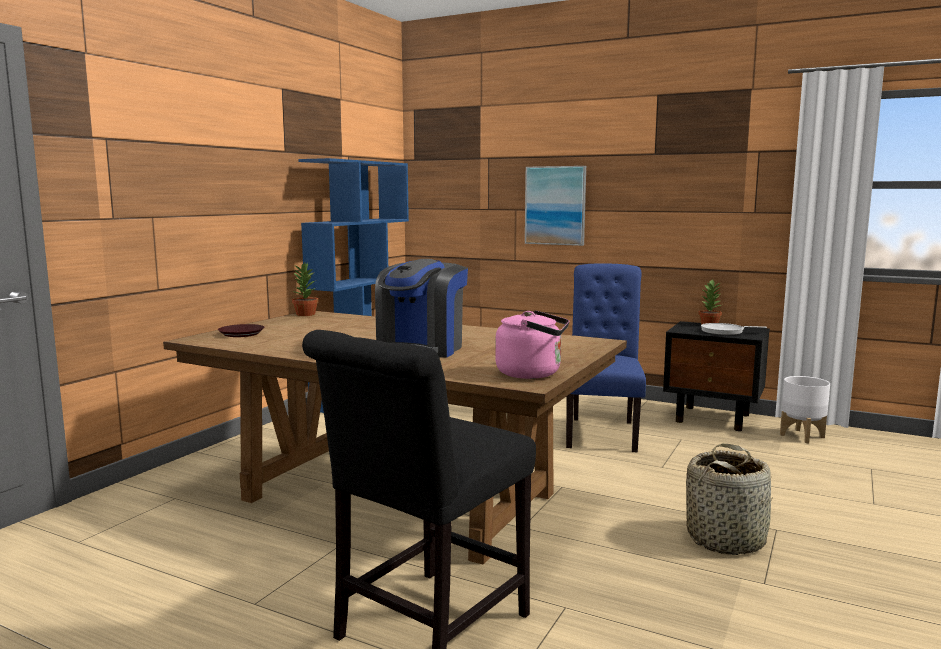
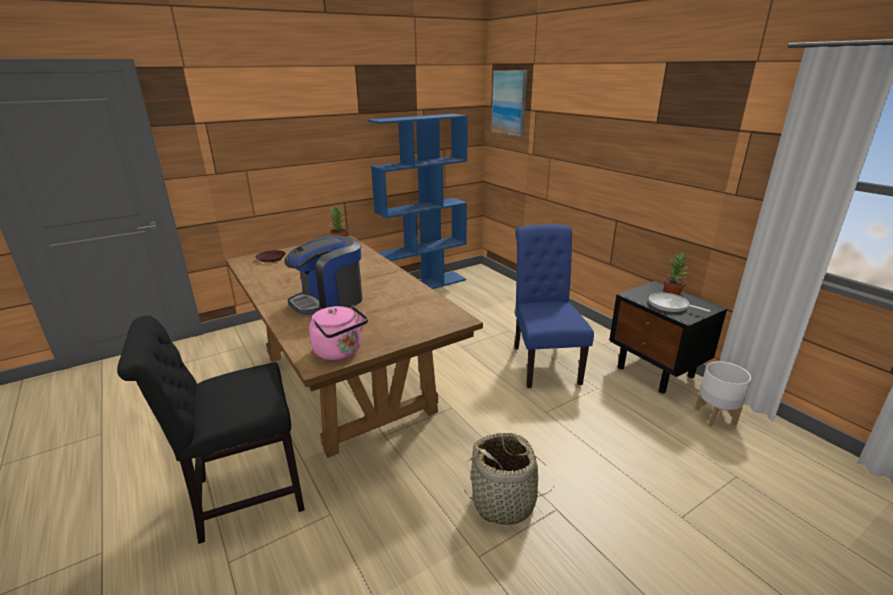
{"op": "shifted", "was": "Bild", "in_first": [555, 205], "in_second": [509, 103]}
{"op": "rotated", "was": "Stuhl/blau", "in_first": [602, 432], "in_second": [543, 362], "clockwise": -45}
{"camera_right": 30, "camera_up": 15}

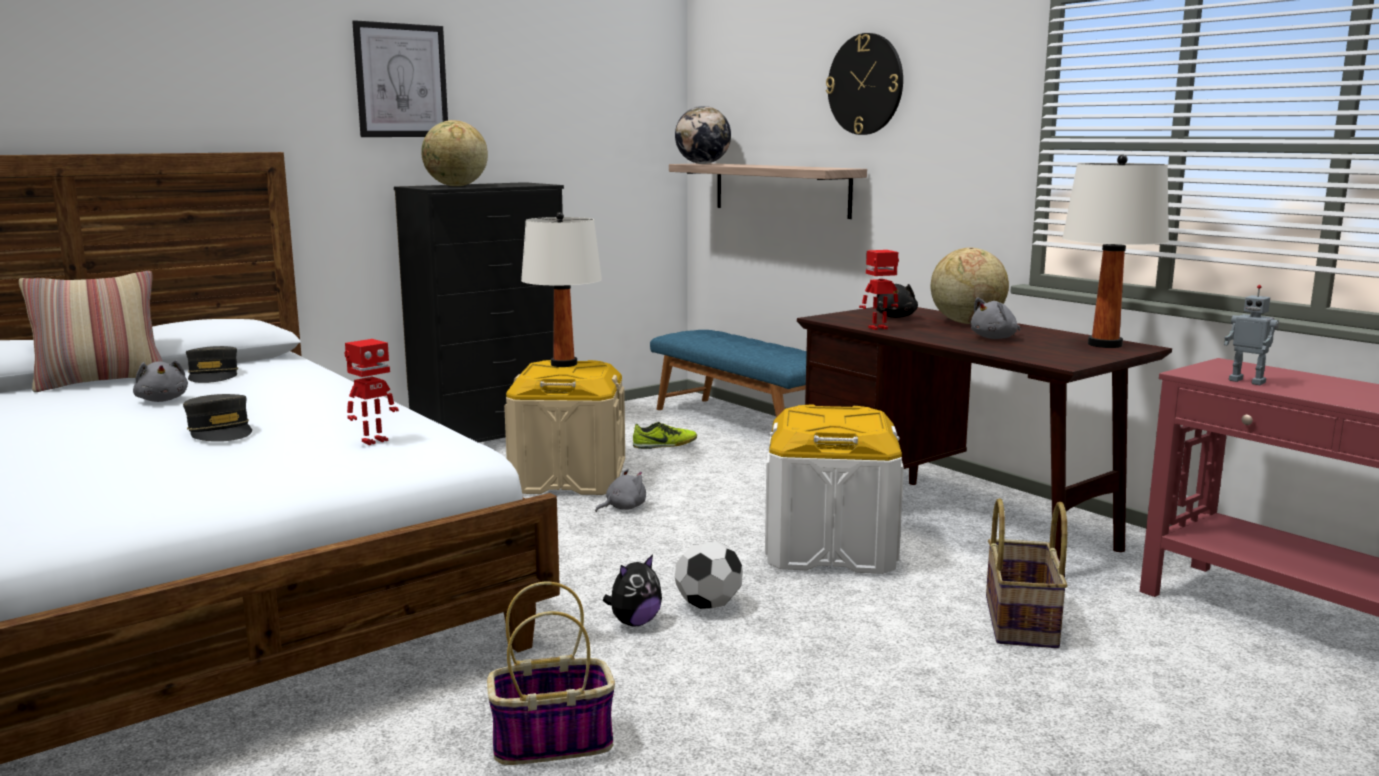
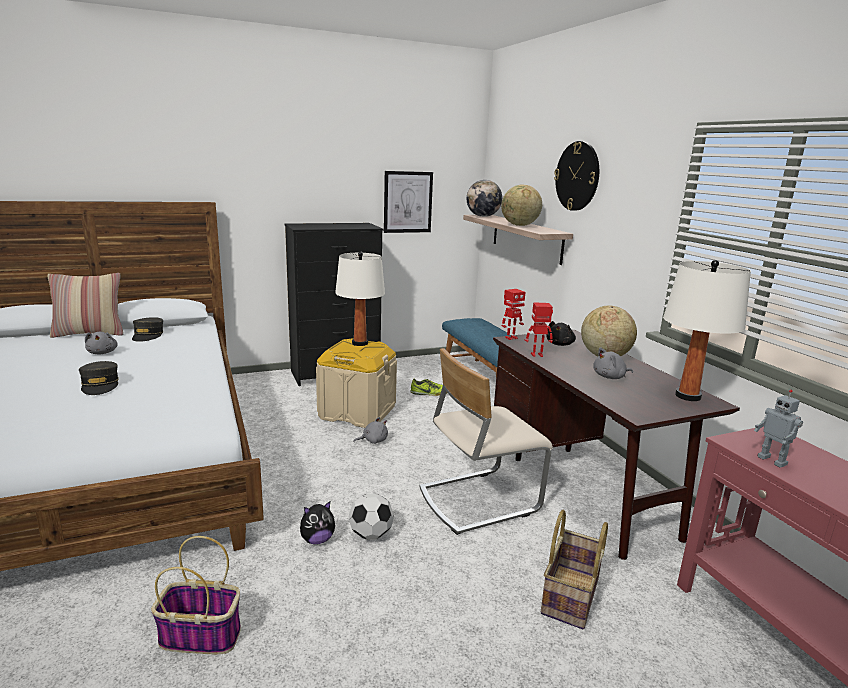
{"op": "shifted", "was": "Spielzeugroboter", "in_first": [373, 441], "in_second": [510, 338]}
{"op": "shifted", "was": "Bild", "in_first": [401, 81], "in_second": [407, 202]}
{"op": "shifted", "was": "Globus", "in_first": [456, 186], "in_second": [519, 225]}
{"op": "swapped", "was": "Aufbewahrungsbox/weiß", "now": "Stuhl/beige", "in_first": [829, 549], "in_second": [478, 499]}
{"camera_right": 15, "camera_up": 5}

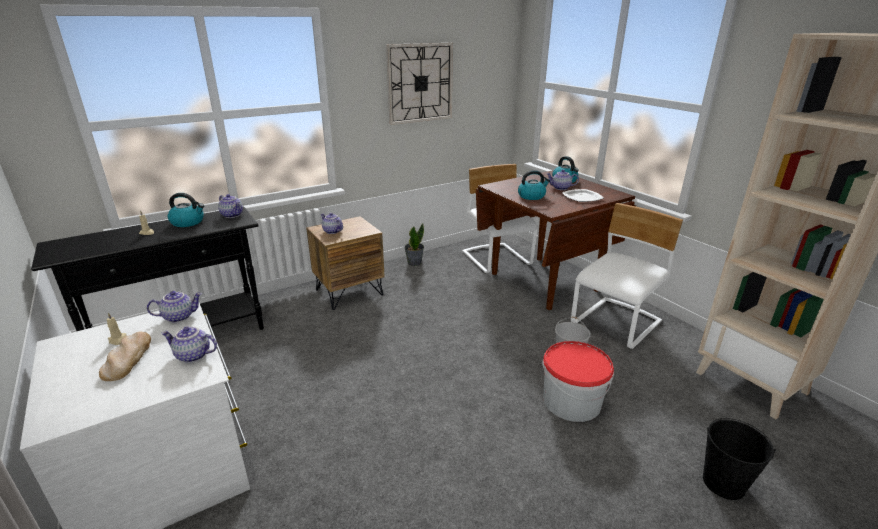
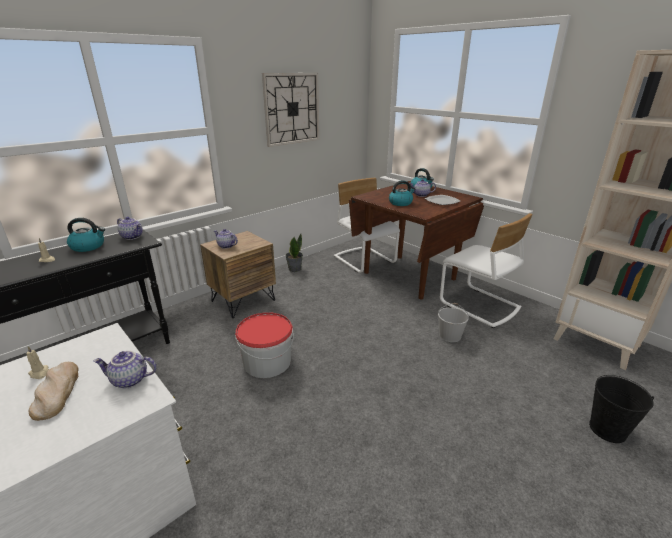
{"op": "gone", "was": "Teekanne", "in_first": [179, 316]}
{"op": "shifted", "was": "Eimer", "in_first": [571, 401], "in_second": [267, 361]}
{"op": "rotated", "was": "Stuhl/weiß", "in_first": [616, 324], "in_second": [479, 305], "clockwise": 105}
{"camera_right": -10, "camera_up": 0}

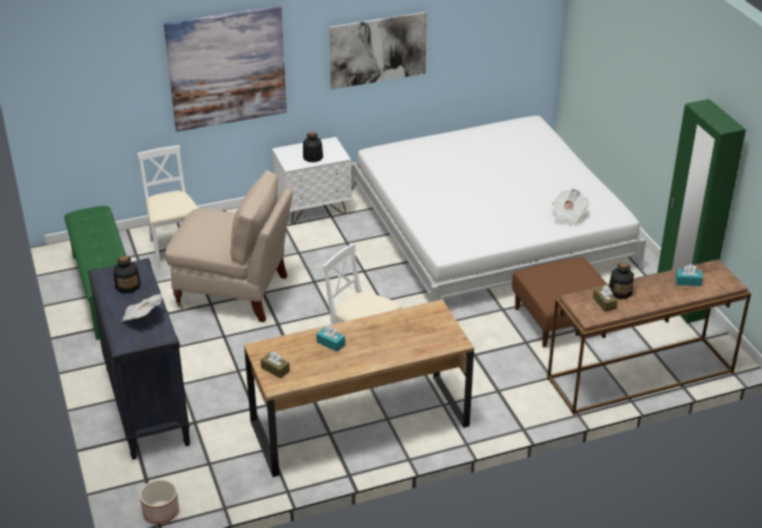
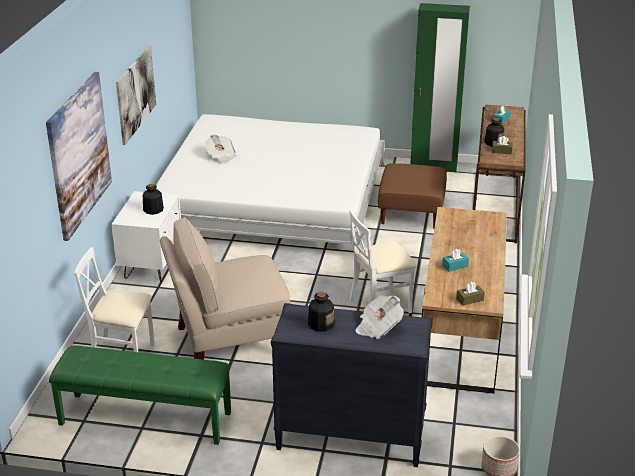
{"op": "rotated", "was": "Stuhl/beige", "in_first": [234, 292], "in_second": [228, 342], "clockwise": -150}
{"op": "shifted", "was": "Zeitung", "in_first": [567, 216], "in_second": [221, 156]}
{"camera_right": -60, "camera_up": -5}

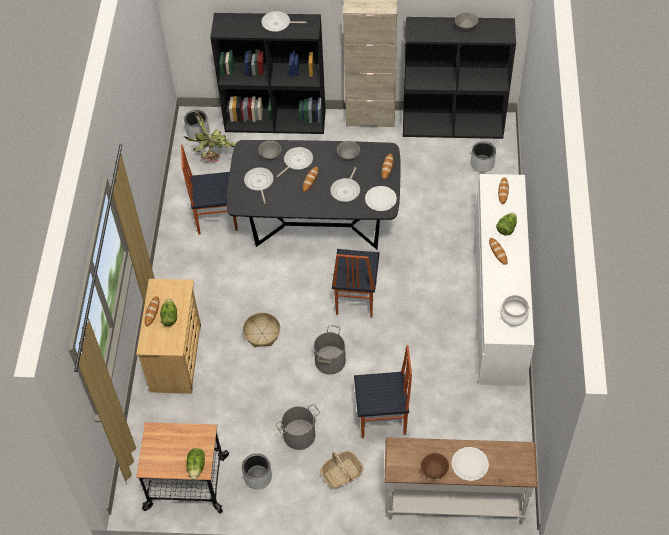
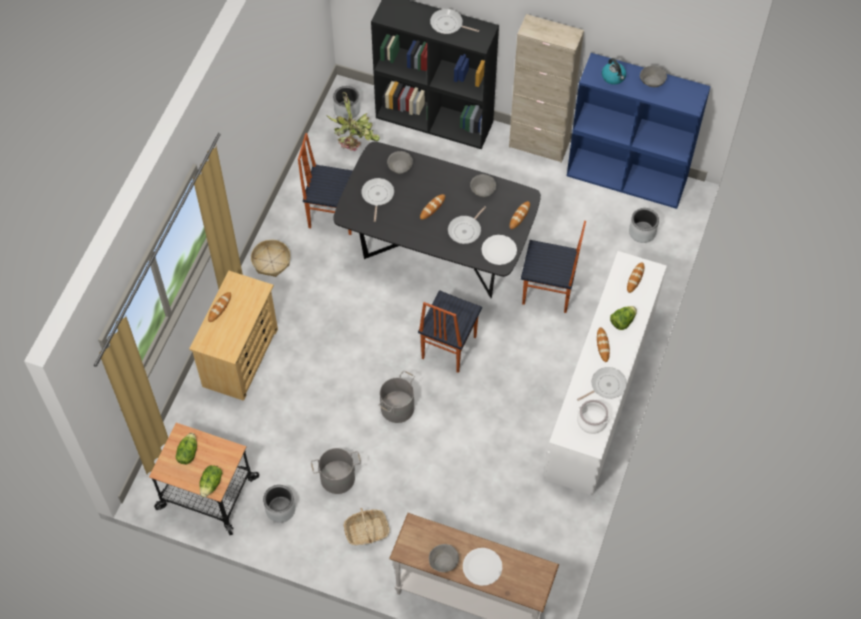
{"op": "shifted", "was": "Salatkopf", "in_first": [169, 317], "in_second": [187, 453]}
{"op": "shifted", "was": "Korb", "in_first": [262, 333], "in_second": [271, 262]}
{"op": "shifted", "was": "Pfanne", "in_first": [296, 161], "in_second": [606, 385]}
{"op": "shifted", "was": "Stuhl", "in_first": [382, 420], "in_second": [548, 293]}
{"op": "repainted", "was": "Bücherregal/schwarz", "now": "Bücherregal/blau", "in_first": [453, 125], "in_second": [627, 177]}
{"op": "repainted", "was": "Schüssel/braun", "now": "Schüssel/grau", "in_first": [434, 470], "in_second": [443, 562]}
{"op": "new", "now": "Wasserkessel", "in_second": [613, 77]}
{"camera_right": 15, "camera_up": 5}

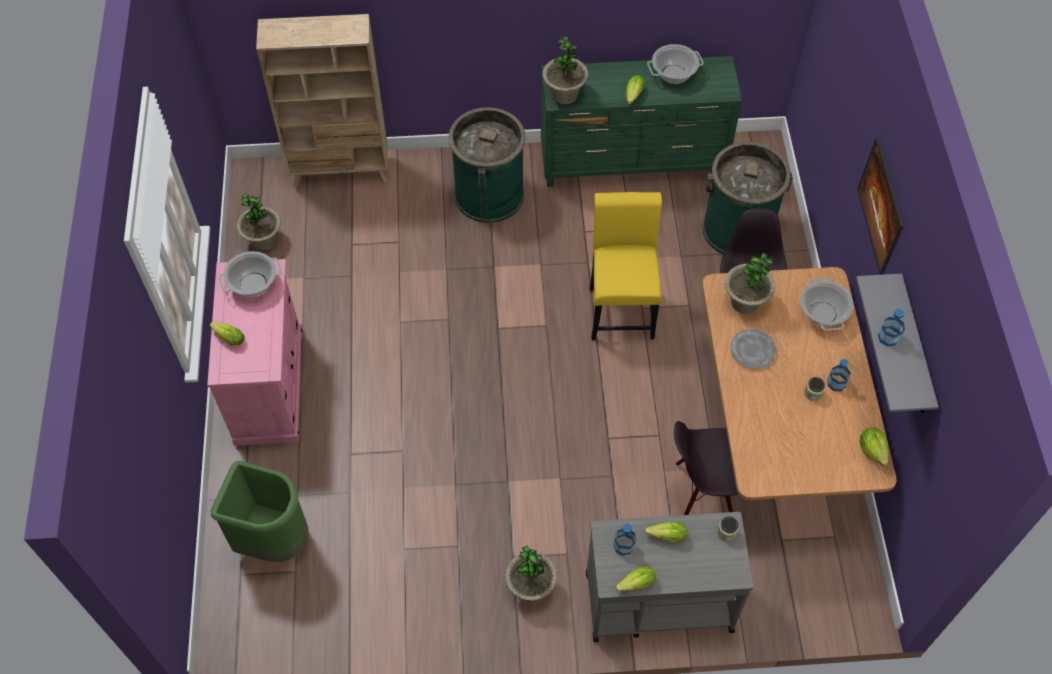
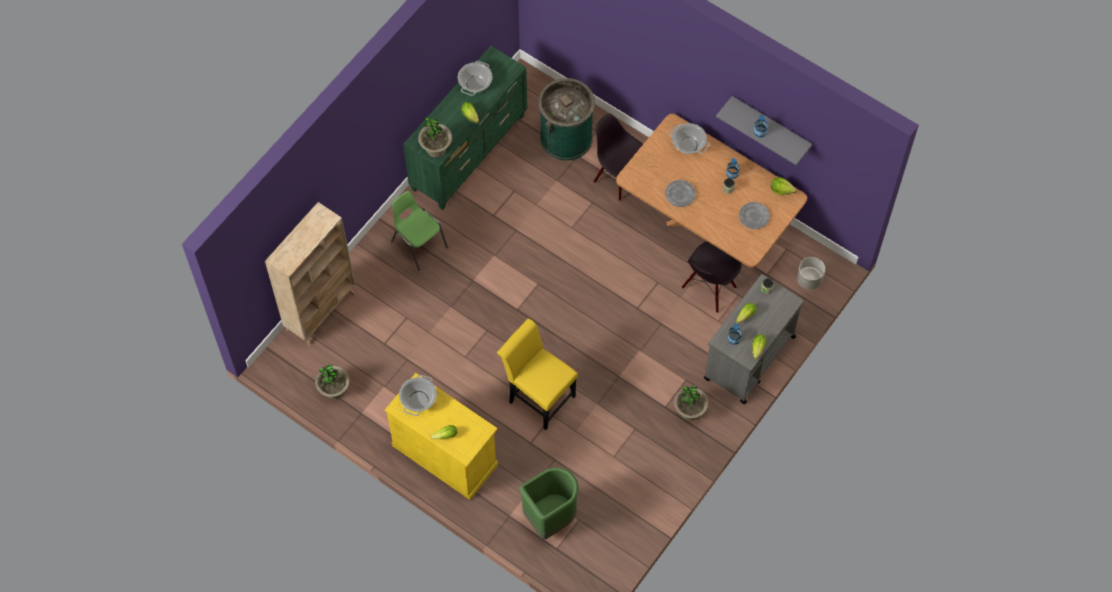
{"op": "repainted", "was": "Schrank/rosa", "now": "Schrank/gelb", "in_first": [270, 385], "in_second": [445, 455]}
{"op": "swapped", "was": "Mülleimer/grün", "now": "Stuhl/grün", "in_first": [489, 195], "in_second": [418, 244]}
{"op": "shifted", "was": "Stuhl/gelb", "in_first": [620, 307], "in_second": [538, 396]}
{"op": "gone", "was": "Topfpflanze", "in_first": [745, 302]}
{"op": "gone", "was": "Bild", "in_first": [876, 219]}
{"op": "new", "now": "Teller/grau", "in_second": [754, 217]}
{"op": "new", "now": "Pflanzkübel/grau", "in_second": [809, 279]}
{"camera_right": -50, "camera_up": 5}

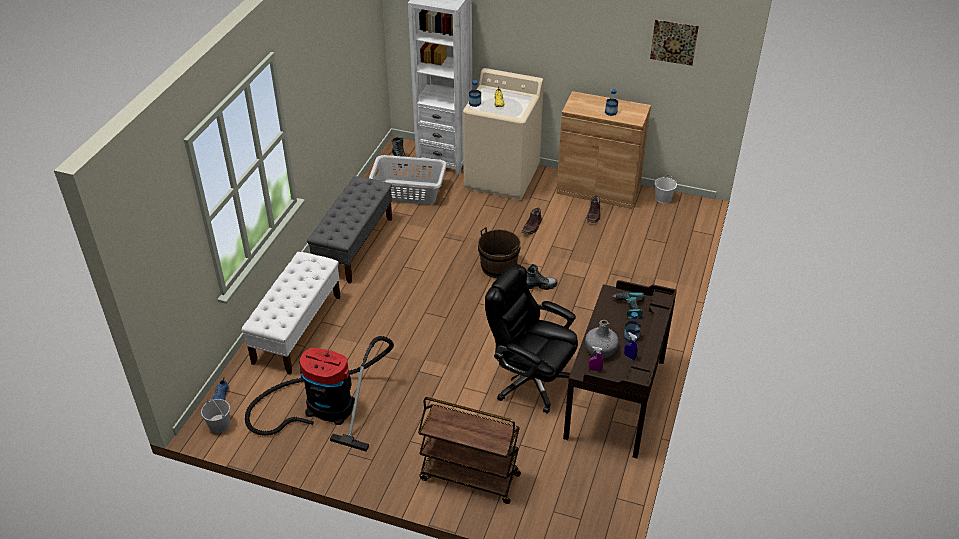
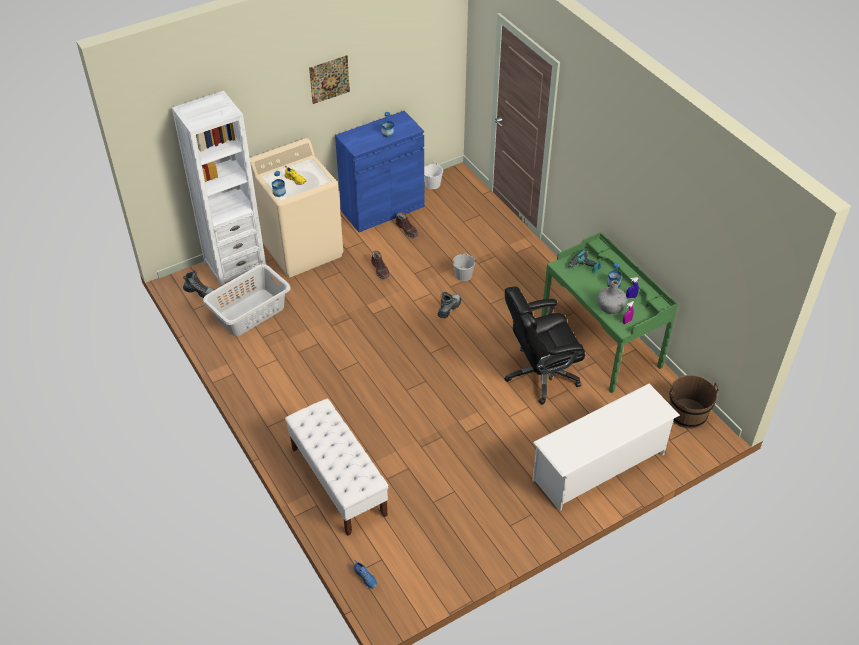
{"op": "shifted", "was": "Eimer/weiß", "in_first": [219, 425], "in_second": [463, 275]}
{"op": "gone", "was": "Staubsauger", "in_first": [324, 407]}
{"op": "gone", "was": "Bank/grau", "in_first": [354, 246]}
{"op": "swapped", "was": "Rollwagen/braun", "now": "Schuhregal/weiß", "in_first": [469, 477], "in_second": [599, 467]}
{"op": "shifted", "was": "Eimer/braun", "in_first": [498, 267], "in_second": [687, 414]}
{"op": "repainted", "was": "Schrank/braun", "now": "Schrank/blau", "in_first": [598, 190], "in_second": [382, 209]}
{"op": "repainted", "was": "Schreibtisch/braun", "now": "Schreibtisch/grün", "in_first": [616, 398], "in_second": [601, 342]}
{"op": "shifted", "was": "Bild", "in_first": [674, 42], "in_second": [329, 79]}
{"camera_right": -50, "camera_up": 5}

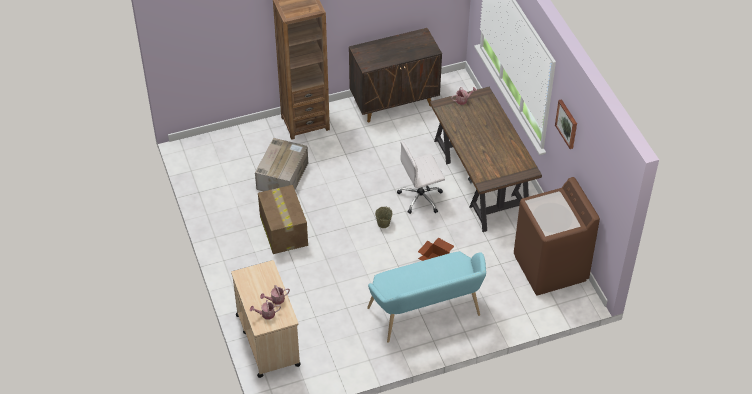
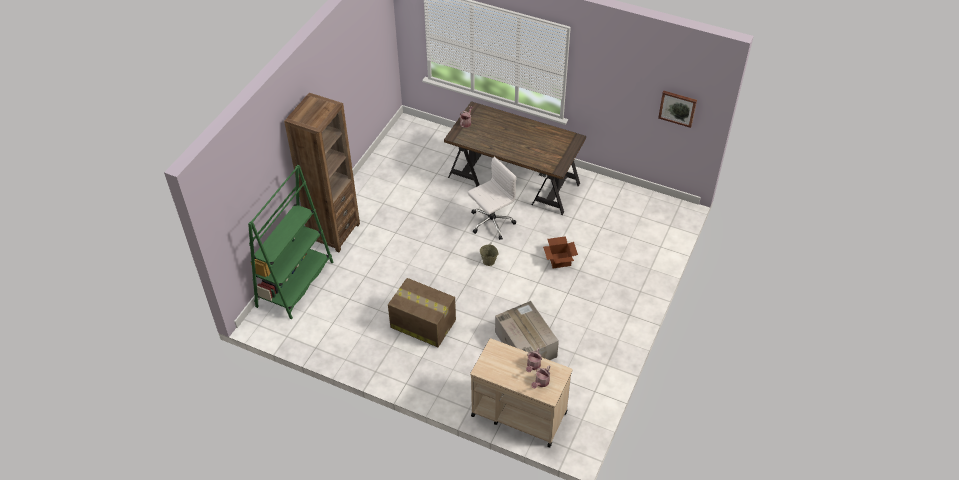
{"op": "shifted", "was": "Karton", "in_first": [282, 175], "in_second": [525, 343]}
{"op": "gone", "was": "Schrank/braun", "in_first": [395, 102]}
{"op": "gone", "was": "Bank/türkis", "in_first": [427, 315]}
{"op": "rotated", "was": "Bürostuhl/weiß", "in_first": [421, 198], "in_second": [491, 223], "clockwise": -150}
{"op": "gone", "was": "Waschmaschine/braun", "in_first": [550, 268]}
{"op": "shifted", "was": "Bild", "in_first": [567, 123], "in_second": [677, 108]}
{"op": "new", "now": "Bücherregal/grün", "in_second": [295, 284]}
{"camera_right": -45, "camera_up": 0}

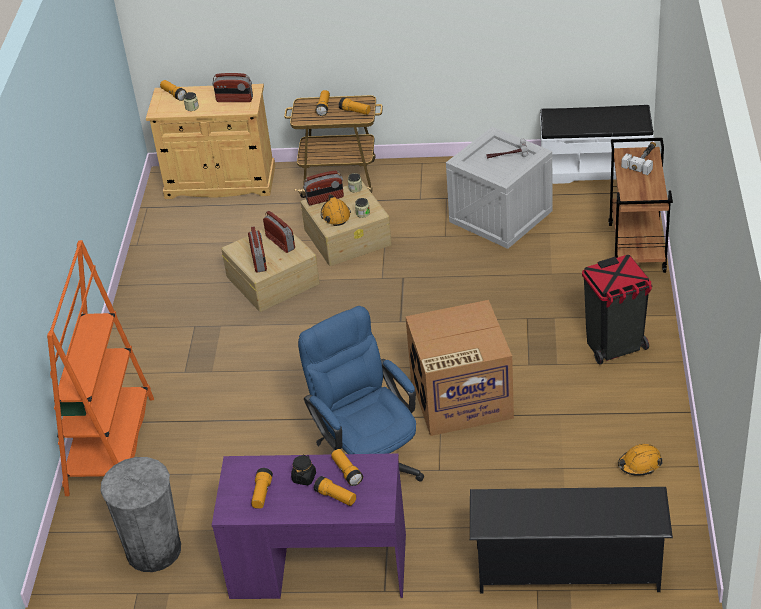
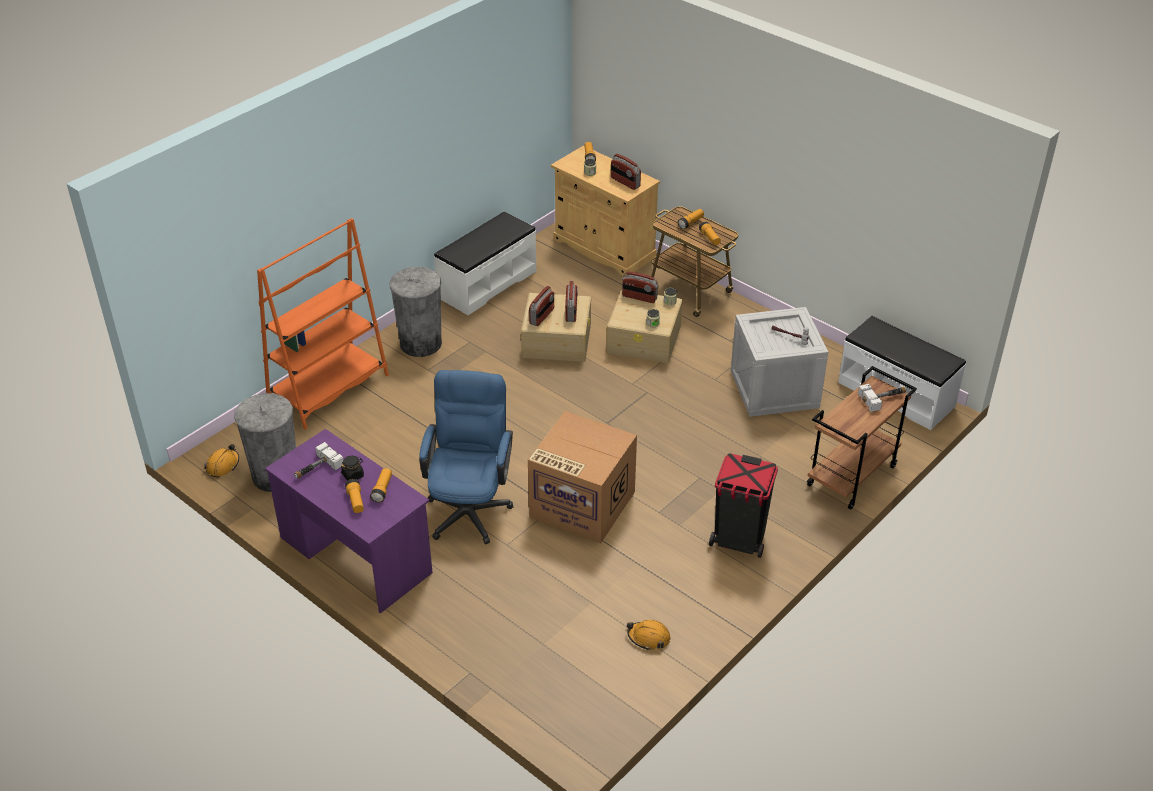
{"op": "swapped", "was": "Taschenlampe", "now": "Hammer", "in_first": [262, 494], "in_second": [316, 468]}
{"op": "shifted", "was": "Schutzhelm/orange", "in_first": [335, 215], "in_second": [223, 465]}
{"op": "gone", "was": "Schuhregal/schwarz", "in_first": [568, 569]}
{"op": "new", "now": "Mülleimer/grau", "in_second": [421, 343]}
{"op": "new", "now": "Bank/weiß", "in_second": [486, 284]}
{"camera_right": 35, "camera_up": 0}

